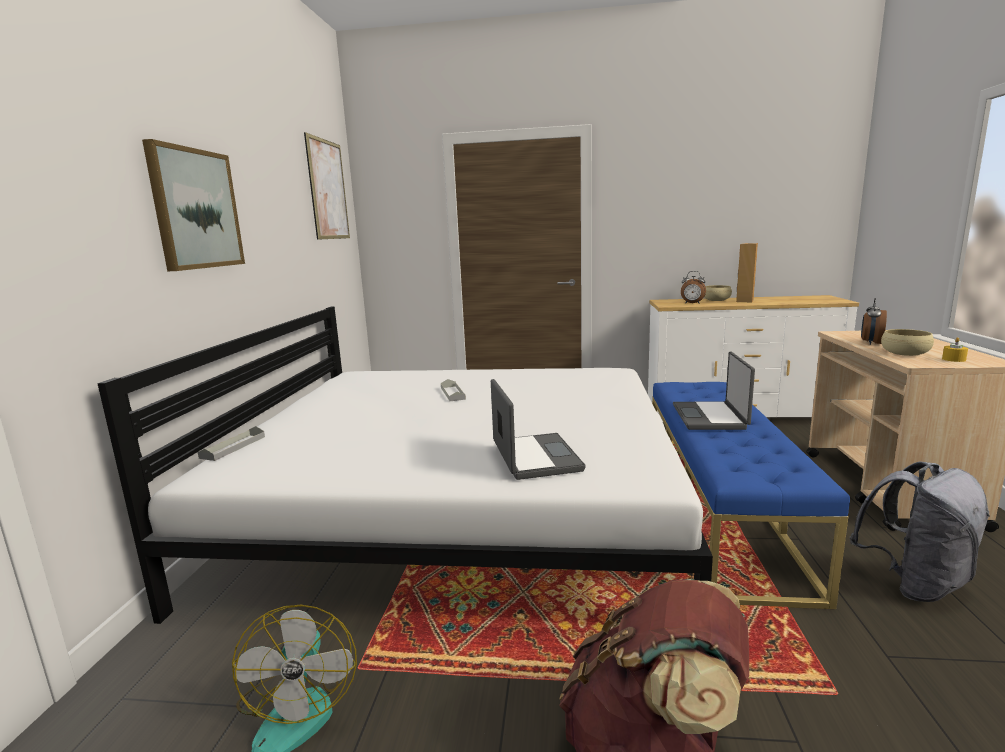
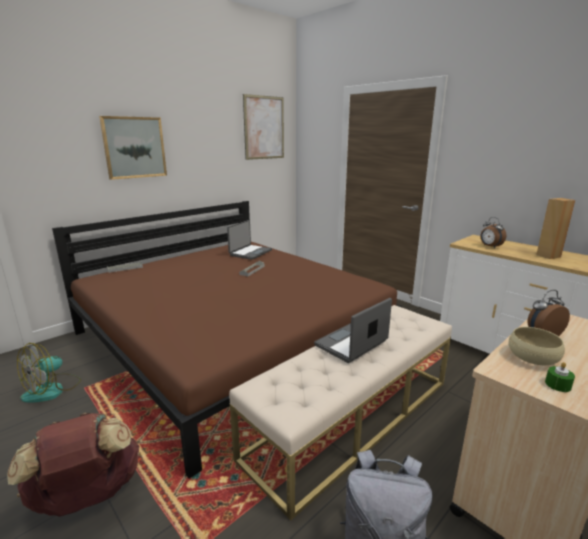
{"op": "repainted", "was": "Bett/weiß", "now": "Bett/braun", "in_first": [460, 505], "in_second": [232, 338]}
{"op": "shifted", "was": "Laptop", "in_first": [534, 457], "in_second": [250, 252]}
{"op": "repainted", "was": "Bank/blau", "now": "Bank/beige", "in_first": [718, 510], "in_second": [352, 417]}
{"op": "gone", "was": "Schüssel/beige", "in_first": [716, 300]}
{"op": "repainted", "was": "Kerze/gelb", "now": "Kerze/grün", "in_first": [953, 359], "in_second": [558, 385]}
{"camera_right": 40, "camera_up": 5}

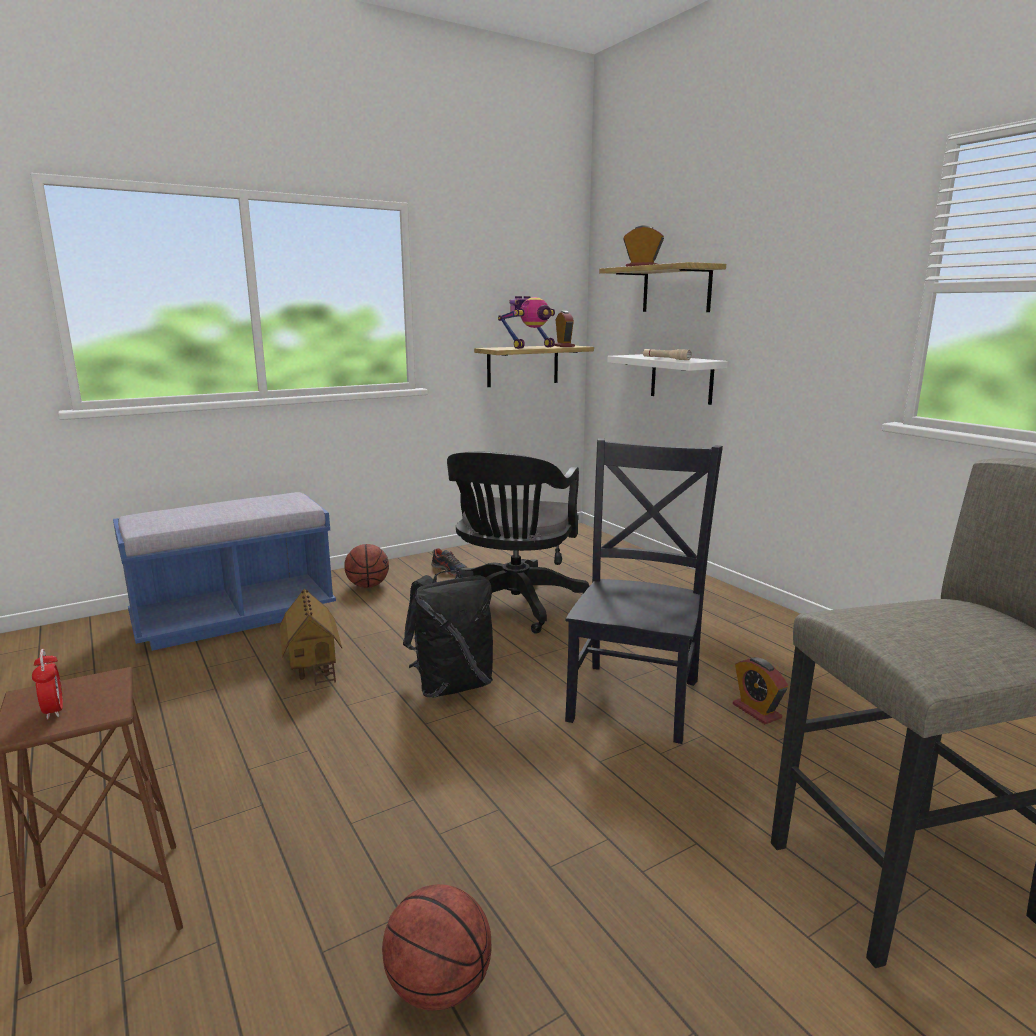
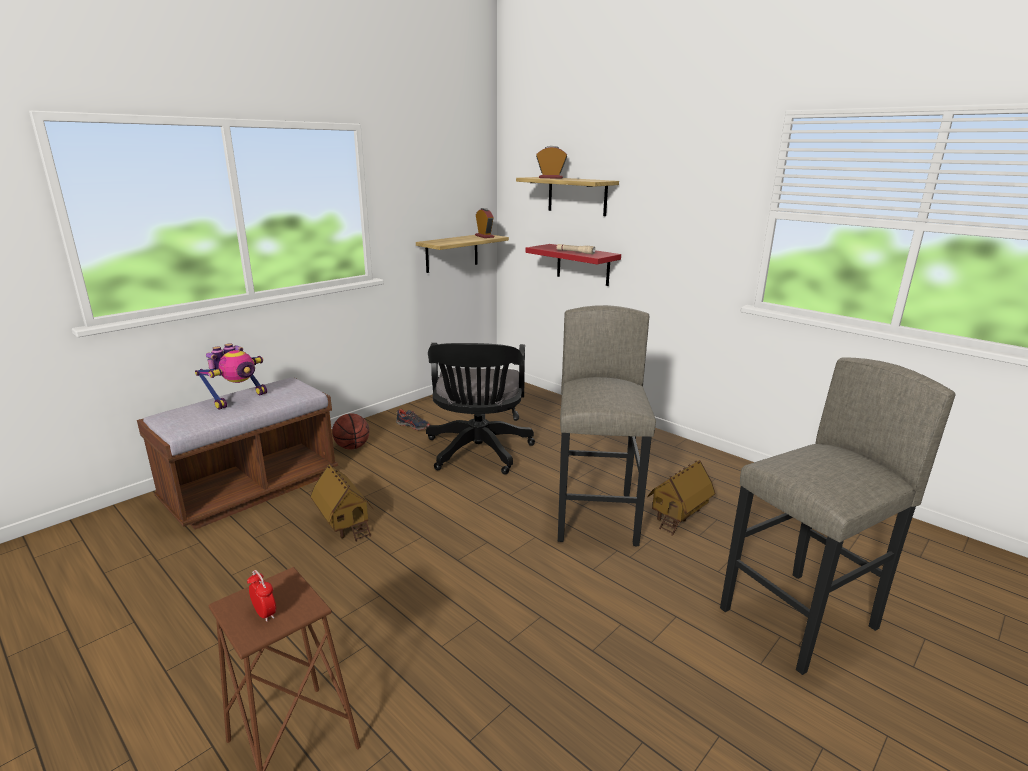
{"op": "repainted", "was": "Bank/blau", "now": "Bank/braun", "in_first": [235, 617], "in_second": [252, 489]}
{"op": "gone", "was": "Basketball", "in_first": [438, 986]}
{"op": "gone", "was": "Rucksack/schwarz", "in_first": [452, 685]}
{"op": "shifted", "was": "Spielzeugroboter", "in_first": [530, 347], "in_second": [238, 399]}
{"op": "swapped", "was": "Stuhl/schwarz", "now": "Hocker/grau", "in_first": [636, 696], "in_second": [597, 516]}
{"op": "repainted", "was": "Wandregal/weiß", "now": "Wandregal/rot", "in_first": [681, 378], "in_second": [583, 264]}
{"op": "swapped", "was": "Wecker", "now": "Spielzeughaus", "in_first": [756, 711], "in_second": [678, 516]}
{"camera_right": -15, "camera_up": 5}

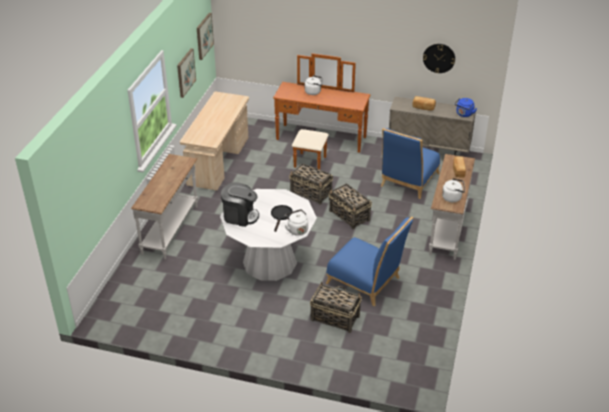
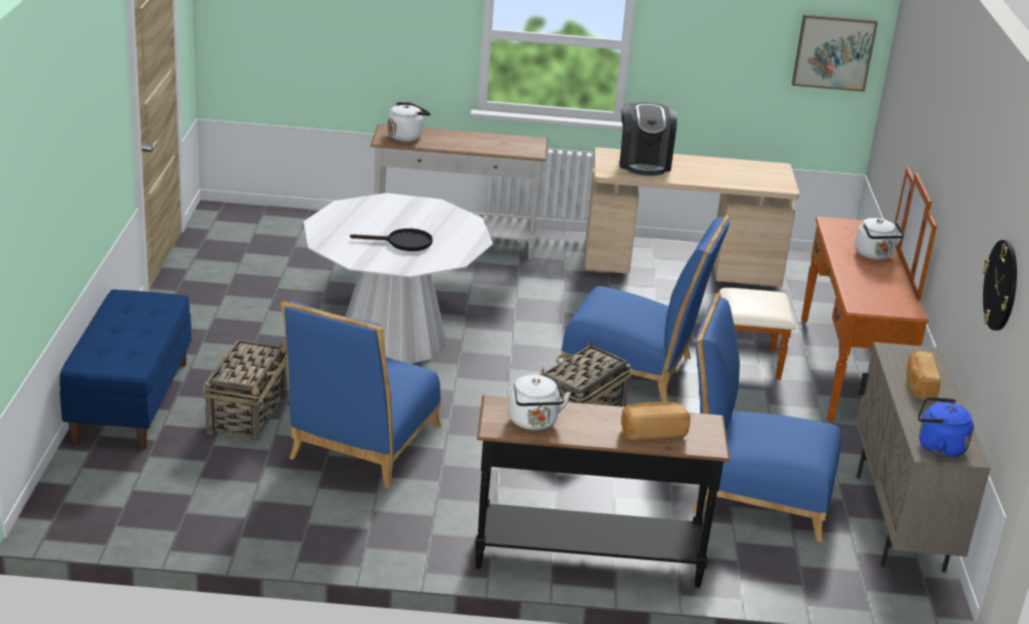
{"op": "gone", "was": "Bild", "in_first": [185, 72]}
{"op": "shifted", "was": "Kaffeemaschine", "in_first": [240, 216], "in_second": [644, 163]}
{"op": "shifted", "was": "Wasserkessel/weiß", "in_first": [296, 230], "in_second": [406, 136]}
{"op": "swapped", "was": "Korb", "now": "Stuhl/blau", "in_first": [311, 193], "in_second": [634, 369]}
{"op": "repainted", "was": "Konsolentisch/weiß", "now": "Konsolentisch/schwarz", "in_first": [447, 230], "in_second": [588, 555]}
{"op": "new", "now": "Bank/blau", "in_second": [130, 401]}
{"camera_right": 75, "camera_up": -10}

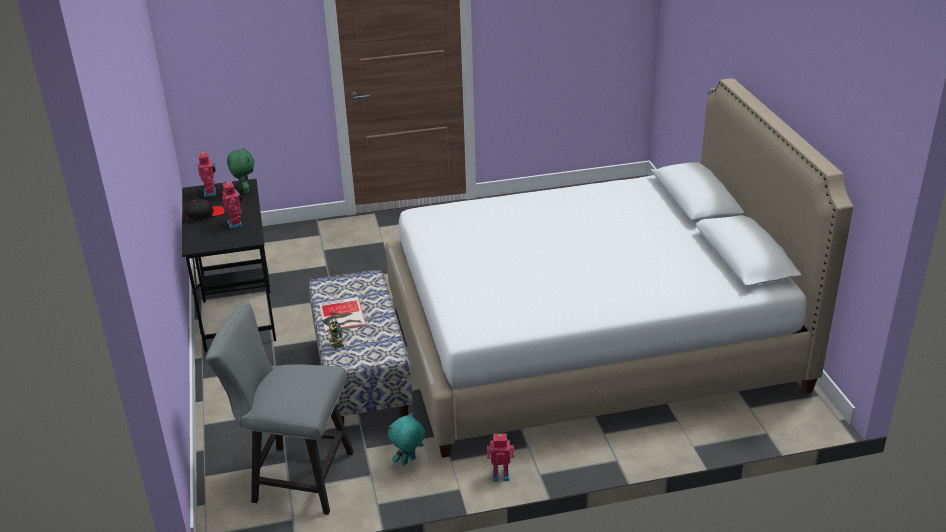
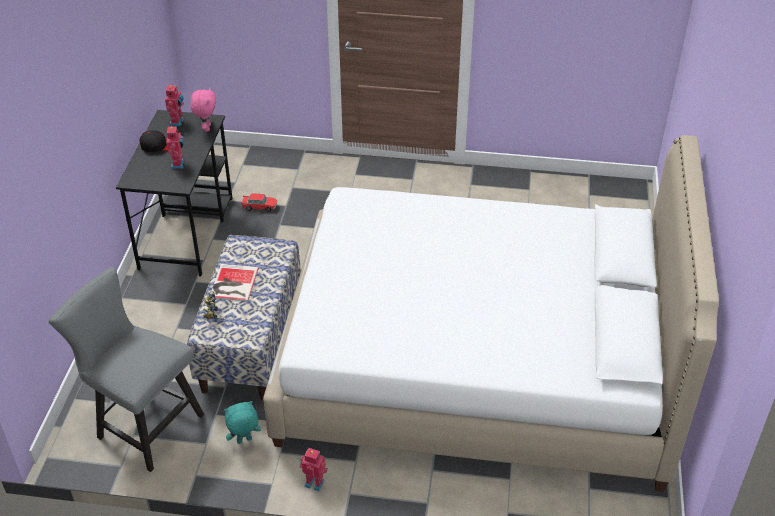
{"op": "repainted", "was": "Plüschtier/grün", "now": "Plüschtier/rosa", "in_first": [244, 191], "in_second": [206, 128]}
{"op": "new", "now": "Spielzeugauto", "in_second": [259, 207]}
{"camera_right": 20, "camera_up": 10}

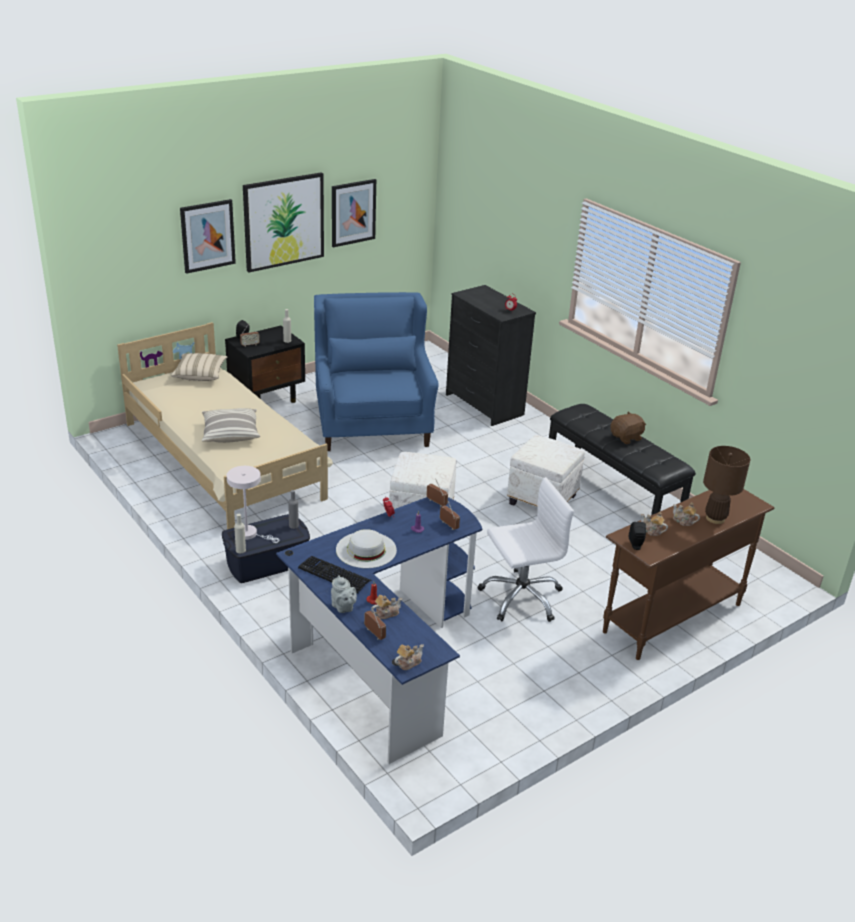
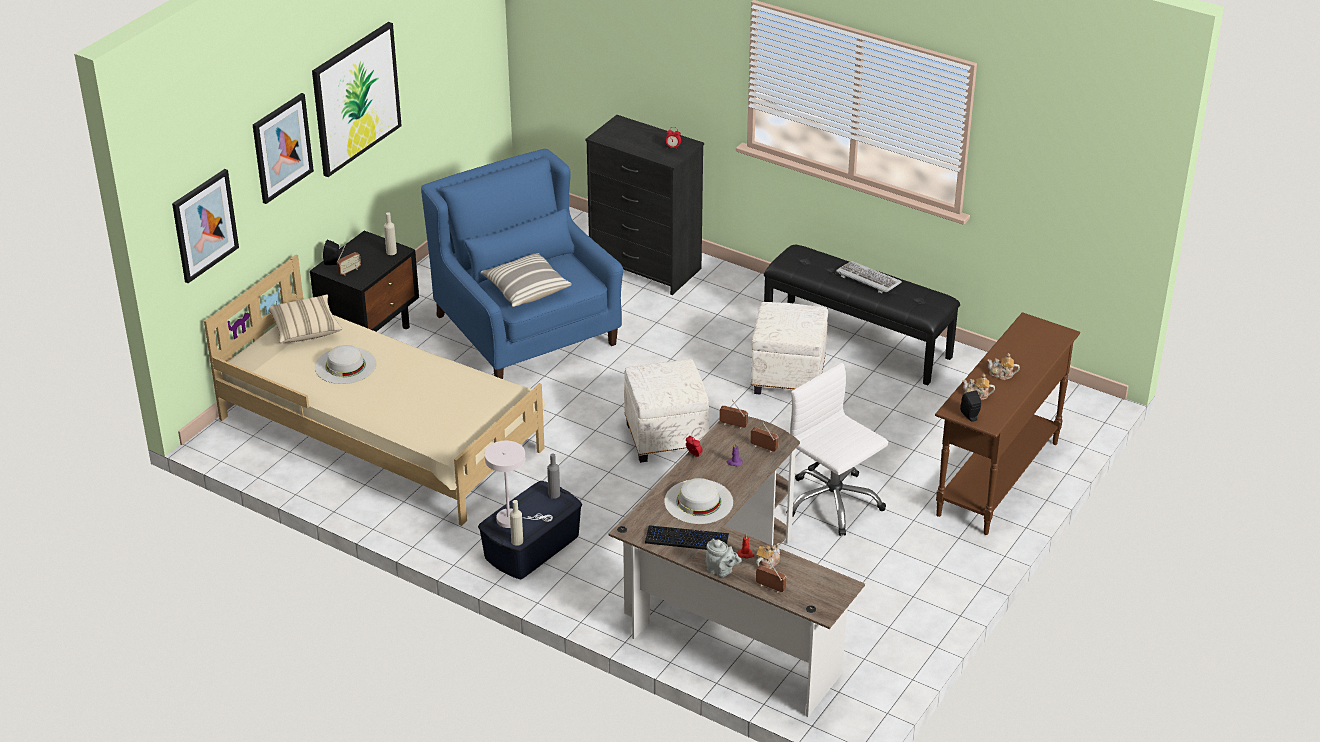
{"op": "shifted", "was": "Kissen", "in_first": [230, 433], "in_second": [526, 289]}
{"op": "repainted", "was": "Schreibtisch/blau", "now": "Schreibtisch/braun", "in_first": [381, 654], "in_second": [727, 610]}
{"op": "shifted", "was": "Bild", "in_first": [353, 212], "in_second": [204, 225]}
{"op": "gone", "was": "Teekanne", "in_first": [408, 662]}
{"op": "rotated", "was": "Bürostuhl/weiß", "in_first": [521, 597], "in_second": [832, 502], "clockwise": -90}
{"op": "swapped", "was": "Plüschtier/braun", "now": "Tastatur", "in_first": [626, 438], "in_second": [867, 279]}
{"op": "gone", "was": "Tischlampe/braun", "in_first": [715, 518]}
{"op": "new", "now": "Hut/weiß", "in_second": [345, 365]}
{"camera_right": -20, "camera_up": 5}

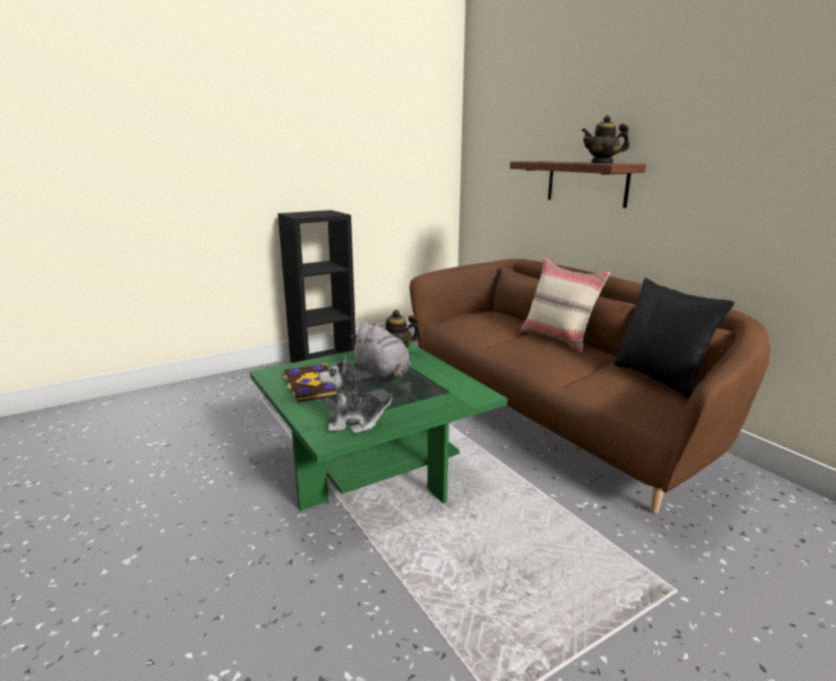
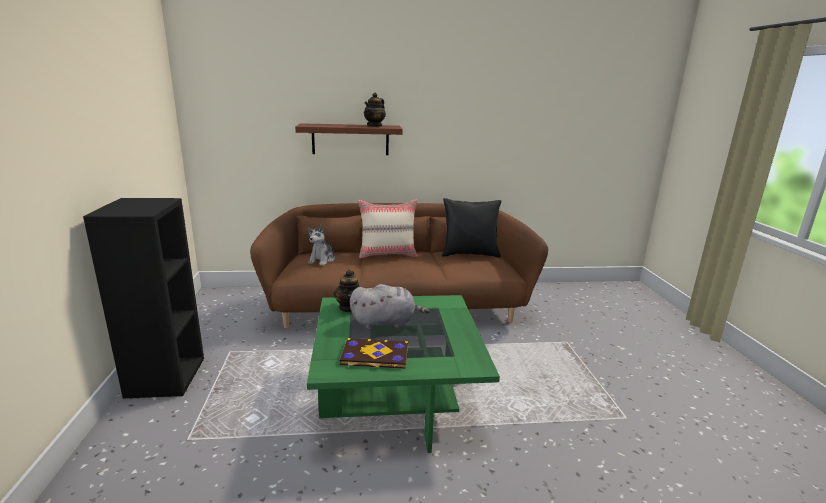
{"op": "shifted", "was": "Plüschtier", "in_first": [354, 422], "in_second": [322, 260]}
{"camera_right": -65, "camera_up": 0}

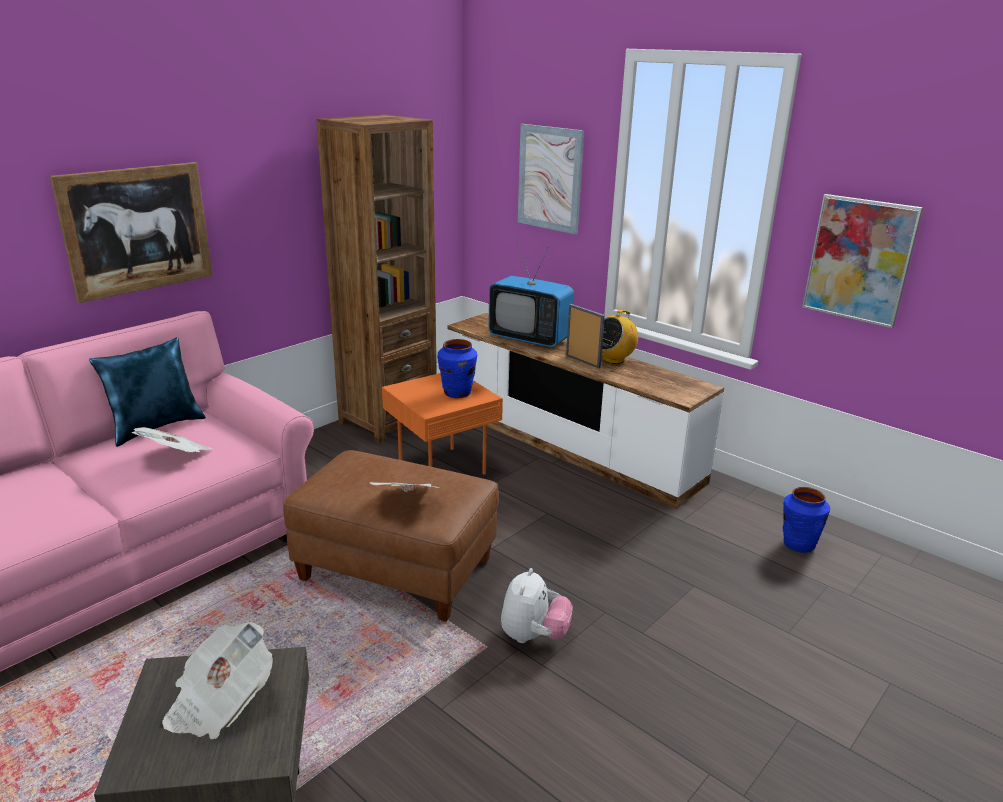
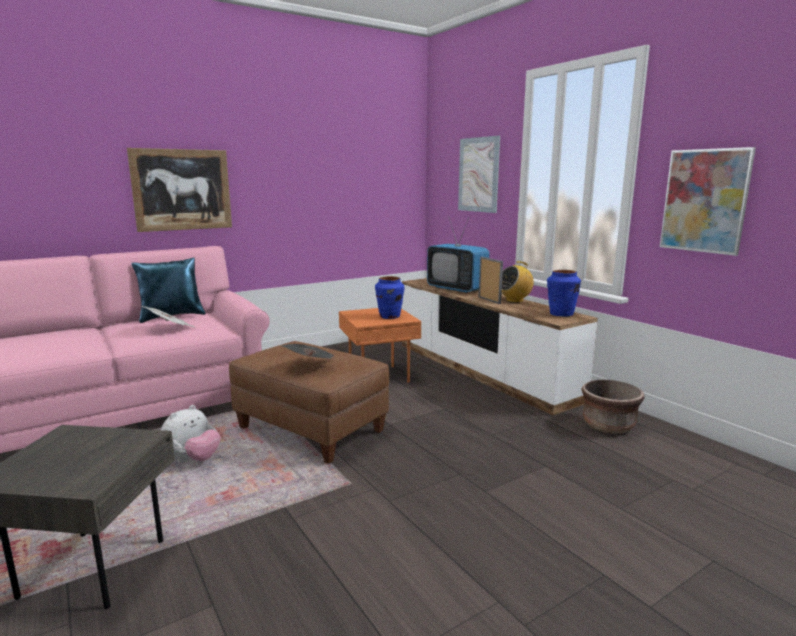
{"op": "gone", "was": "Zeitung", "in_first": [220, 702]}
{"op": "gone", "was": "Bücherregal/braun", "in_first": [388, 420]}
{"op": "shifted", "was": "Plüschtier", "in_first": [533, 636], "in_second": [192, 460]}
{"op": "shifted", "was": "Vase/blau", "in_first": [798, 544], "in_second": [561, 314]}
{"op": "new", "now": "Pflanzkübel/braun", "in_second": [608, 425]}
{"camera_right": 15, "camera_up": -10}

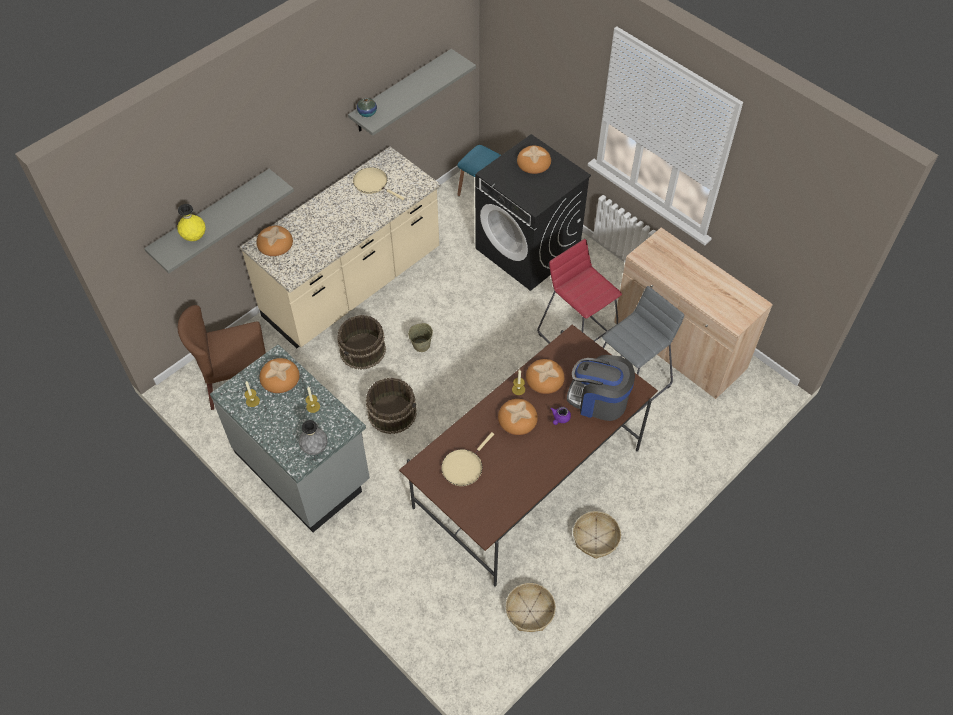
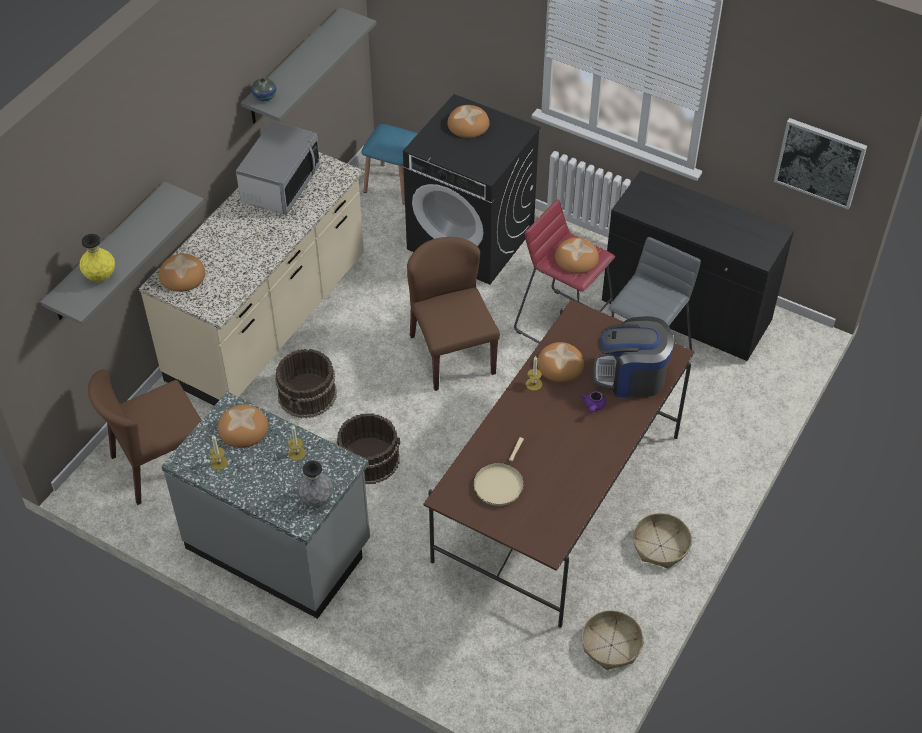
{"op": "swapped", "was": "Pfanne/beige", "now": "Mikrowelle", "in_first": [373, 183], "in_second": [280, 185]}
{"op": "gone", "was": "Eimer/beige", "in_first": [421, 345]}
{"op": "shifted", "was": "Brot", "in_first": [517, 418], "in_second": [576, 258]}
{"op": "repainted", "was": "Schrank/beige", "now": "Schrank/schwarz", "in_first": [679, 346], "in_second": [685, 312]}
{"op": "new", "now": "Stuhl/braun", "in_second": [452, 354]}
{"op": "new", "now": "Bild", "in_second": [820, 162]}
{"camera_right": -15, "camera_up": -5}

